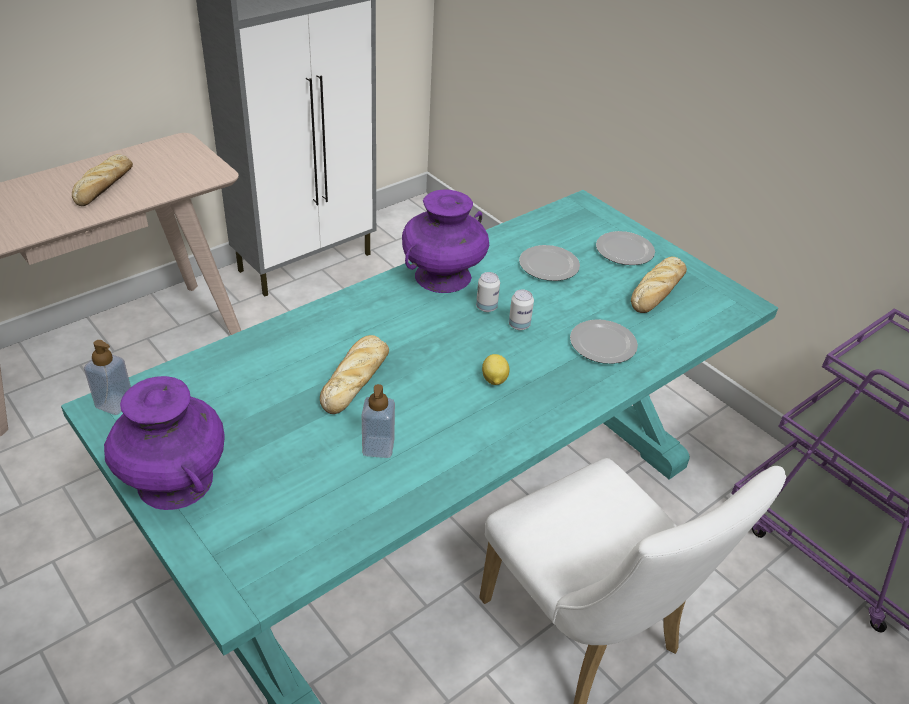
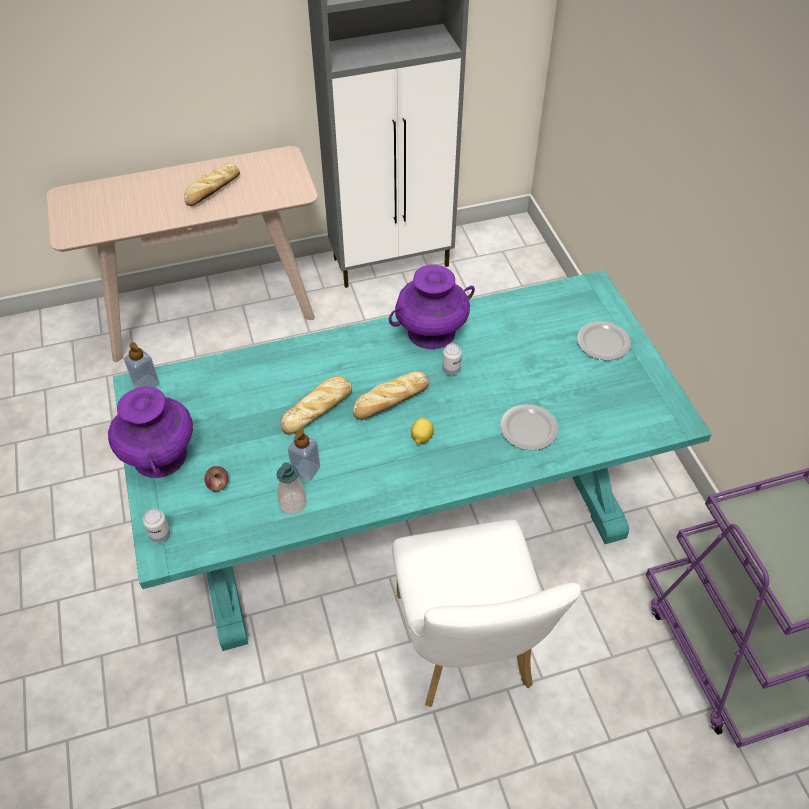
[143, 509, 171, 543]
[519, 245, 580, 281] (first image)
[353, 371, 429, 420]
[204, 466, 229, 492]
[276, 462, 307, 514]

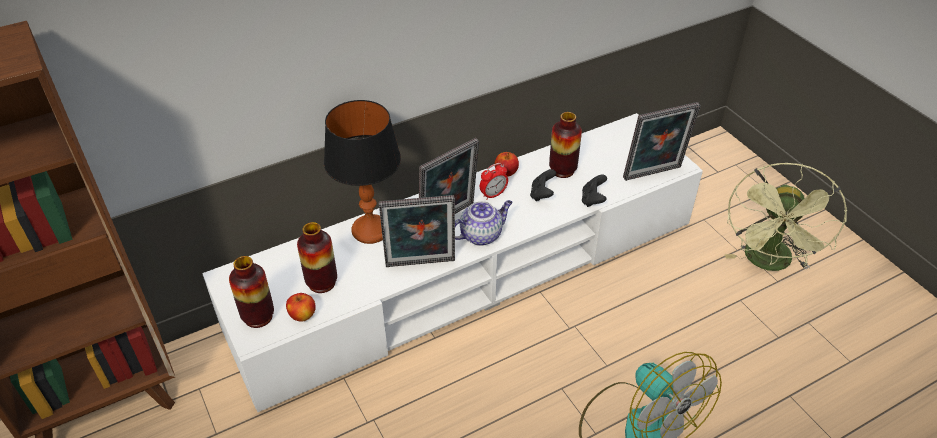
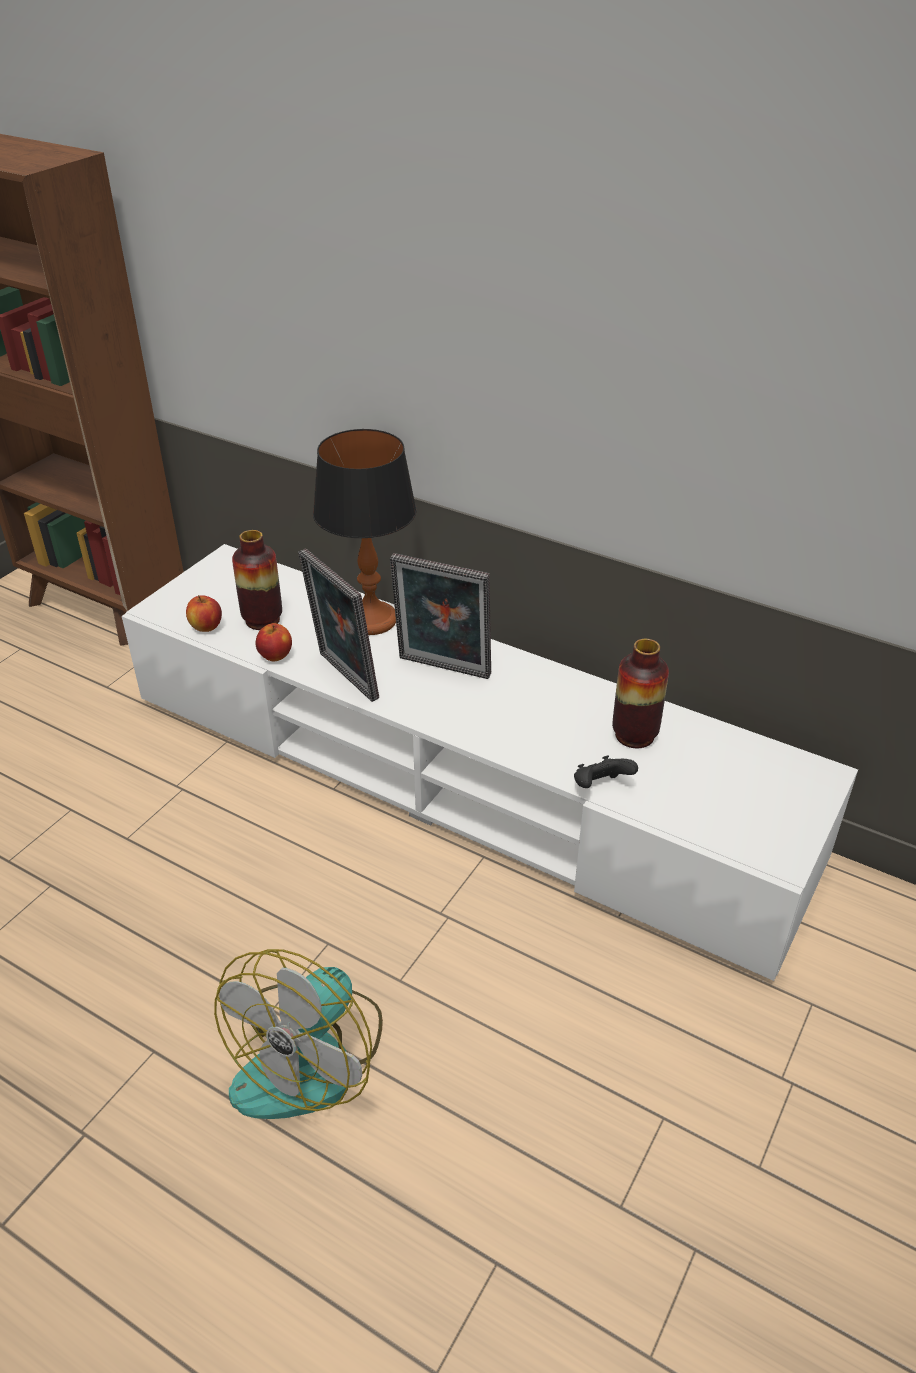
[229, 256, 274, 328] (first image)
[455, 200, 512, 246] (first image)
[480, 163, 508, 200] (first image)
[256, 623, 292, 661]
[530, 169, 556, 201] (first image)
[623, 102, 701, 181] (first image)
[724, 163, 847, 271] (first image)

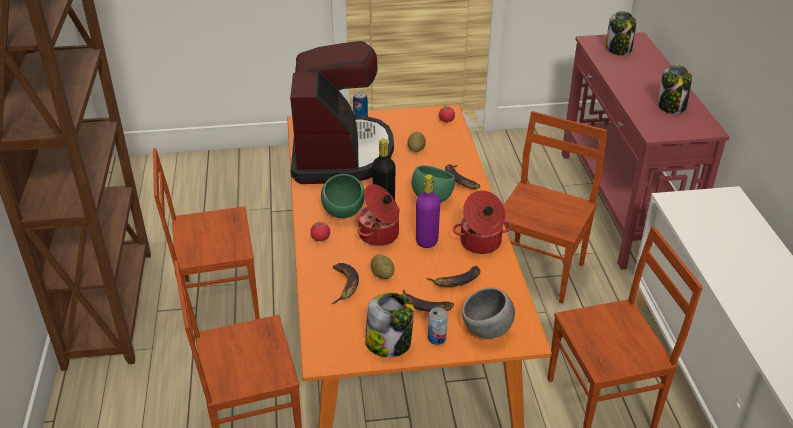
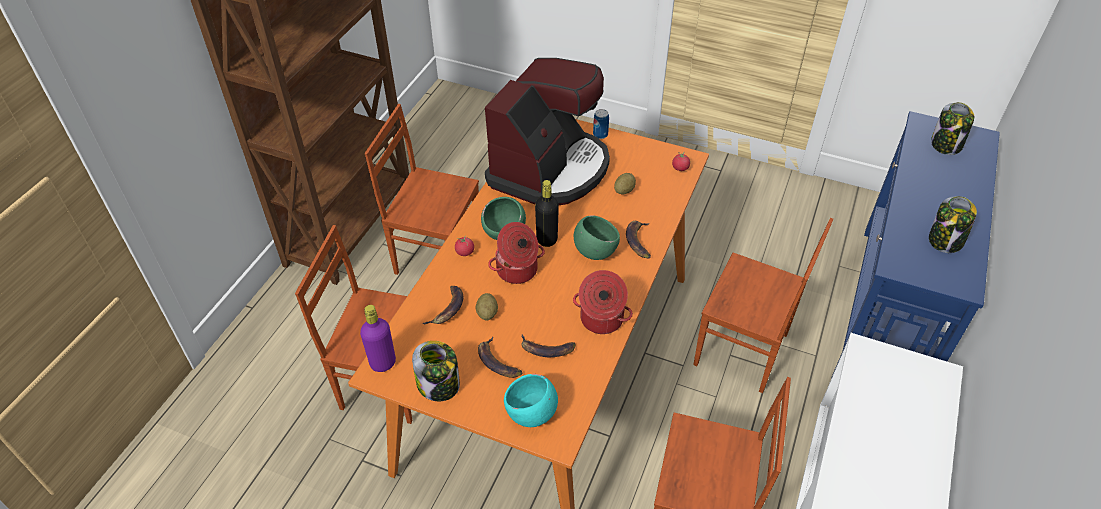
[360, 305, 396, 372]
[428, 307, 447, 345] (first image)
[504, 374, 558, 427]
[693, 218, 833, 393]
[831, 111, 1000, 378]

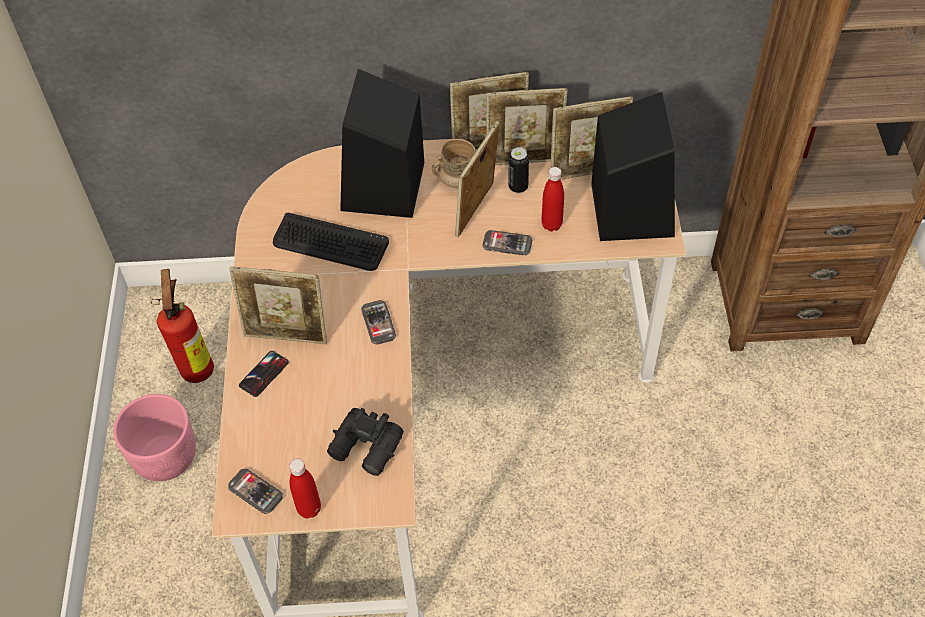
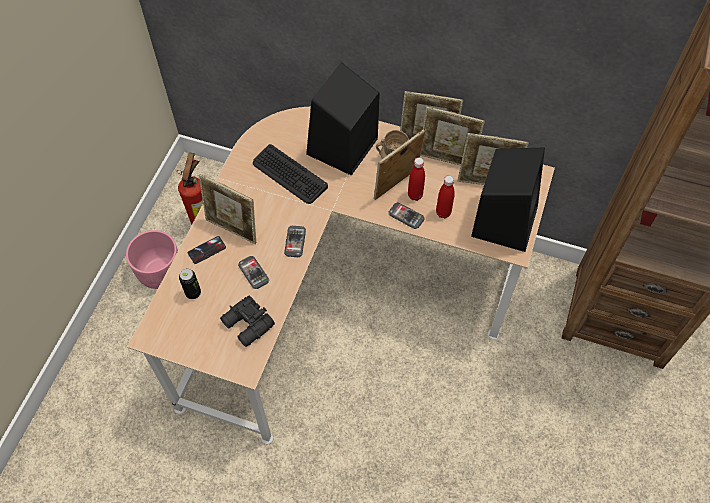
[238, 256, 269, 289]
[408, 157, 425, 201]
[179, 269, 201, 299]

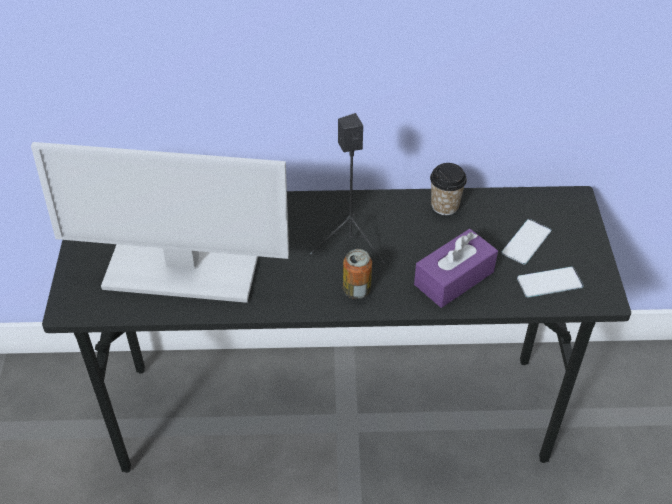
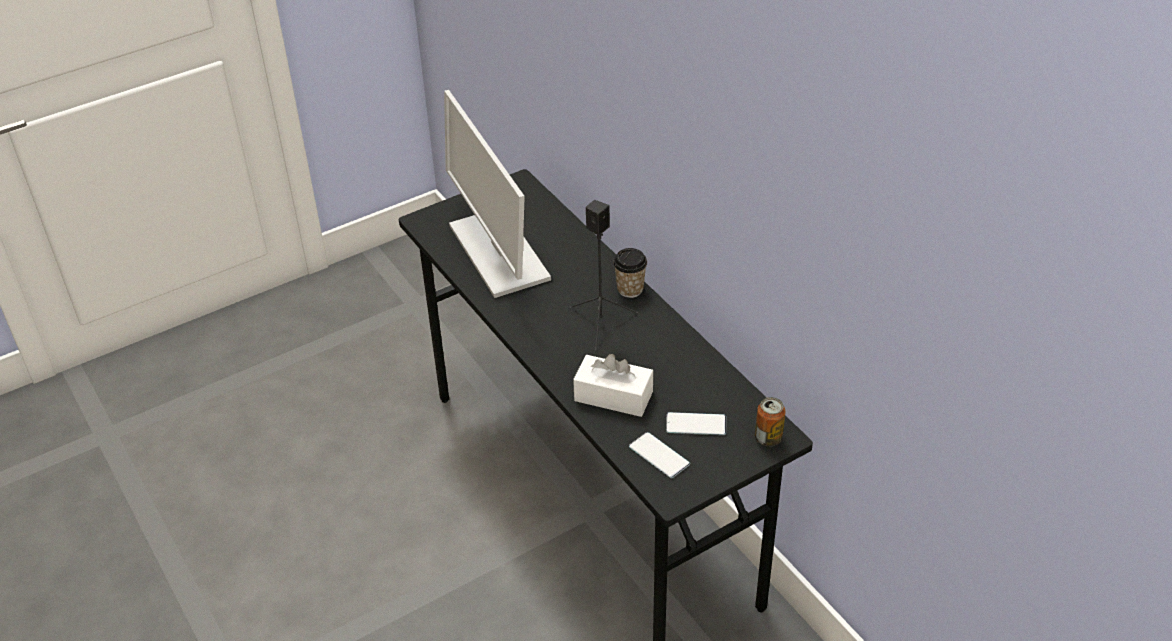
[755, 397, 786, 446]
[573, 354, 653, 417]
[613, 248, 647, 298]

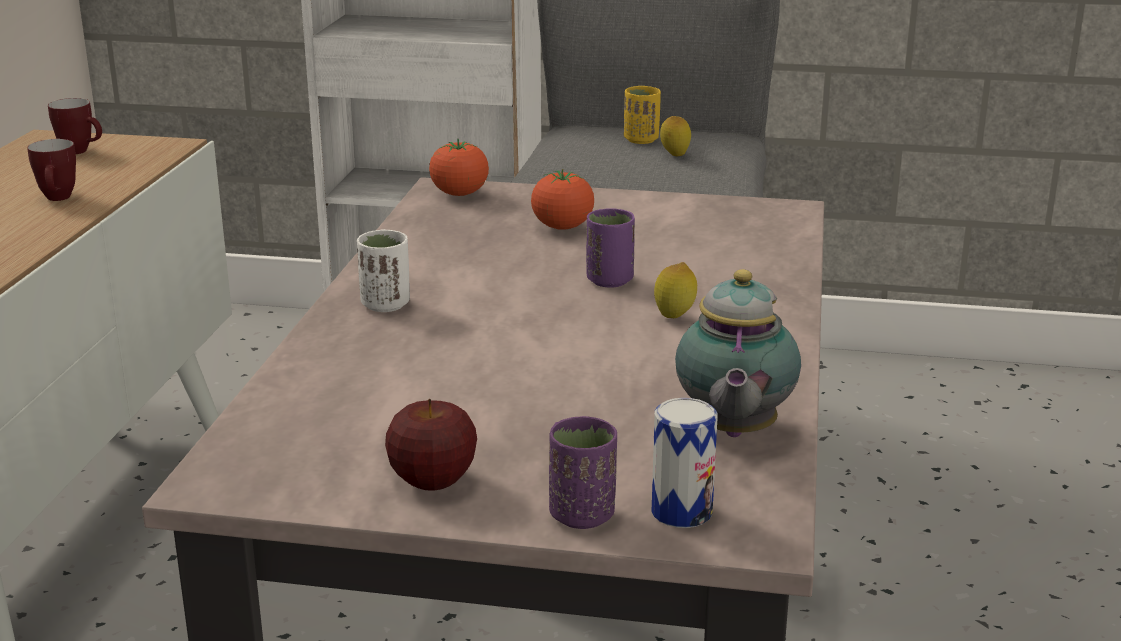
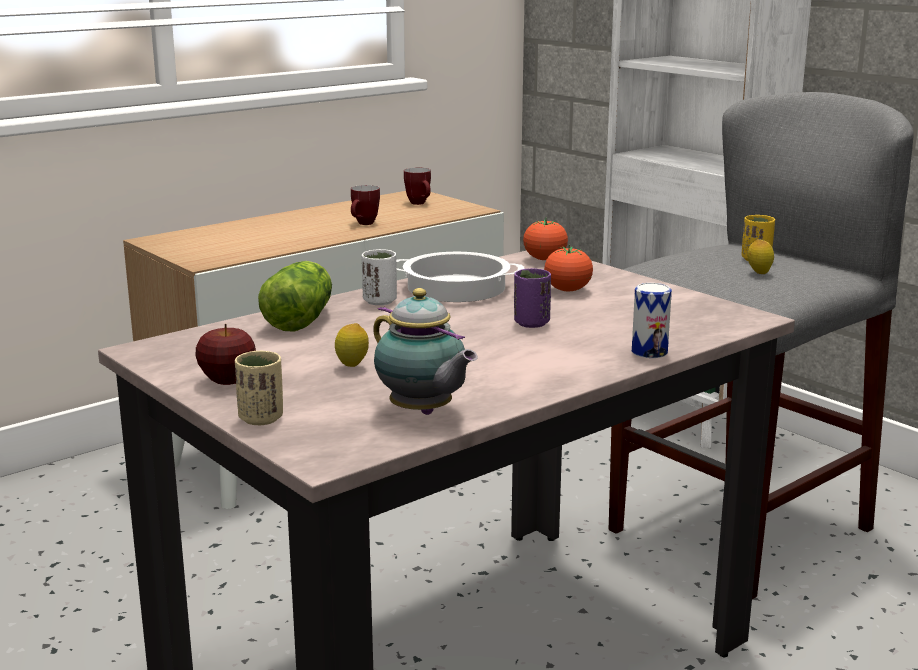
[235, 350, 283, 425]
[632, 283, 672, 358]
[335, 323, 369, 367]
[373, 288, 478, 415]
[258, 261, 332, 332]
[396, 252, 525, 302]

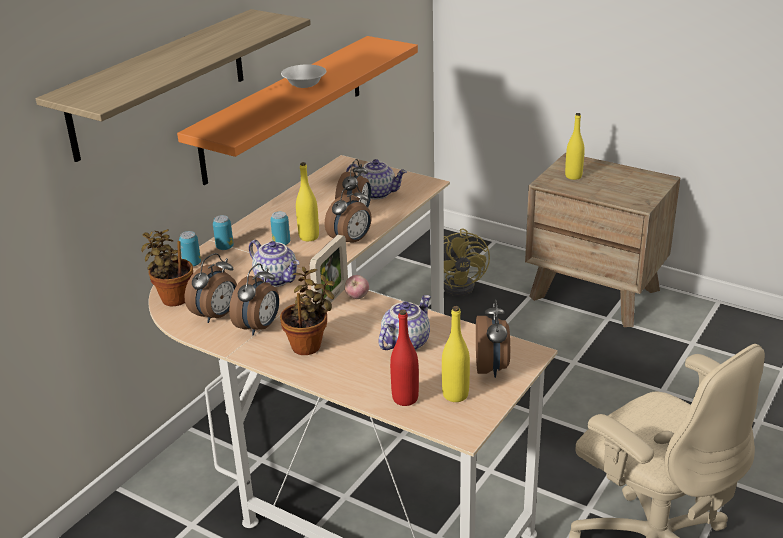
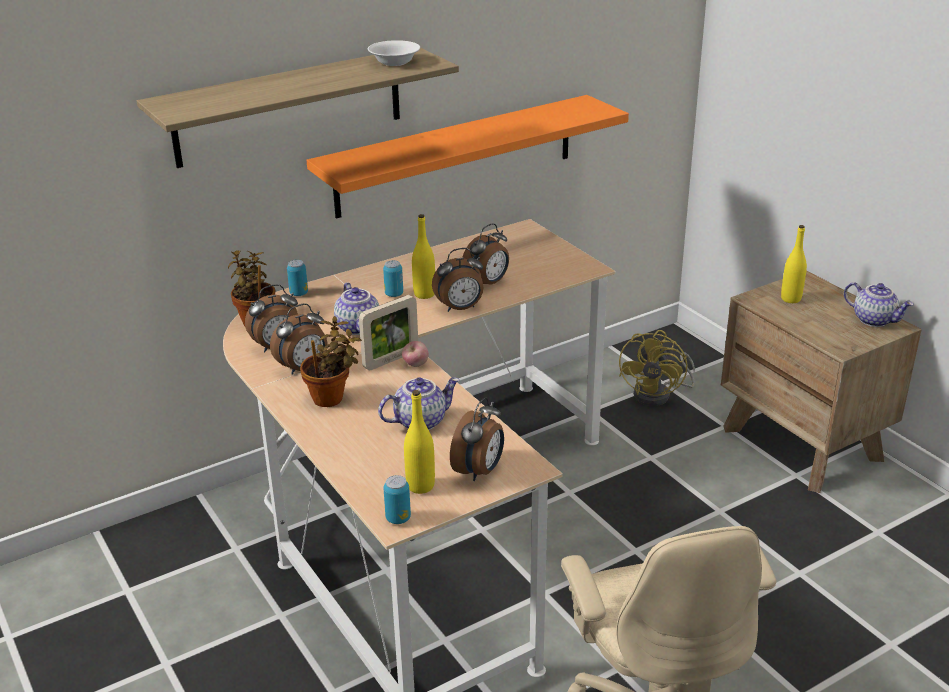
[383, 475, 411, 524]
[368, 40, 420, 66]
[844, 282, 914, 327]
[390, 310, 419, 406] (first image)

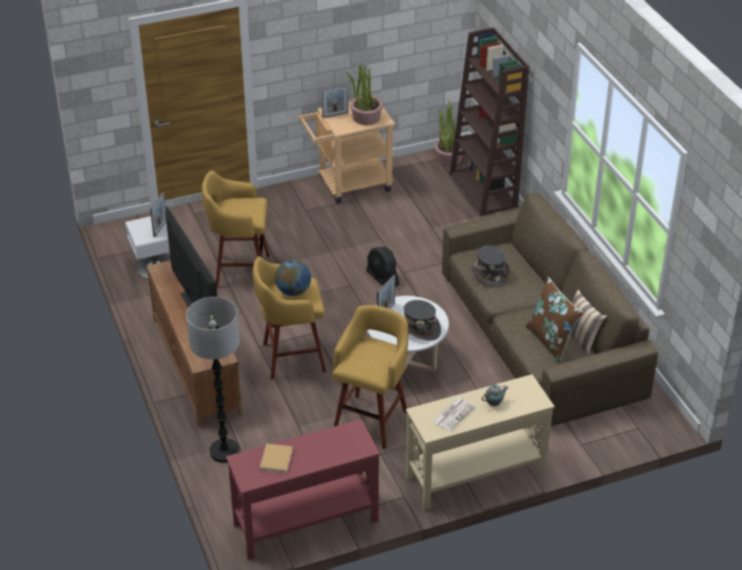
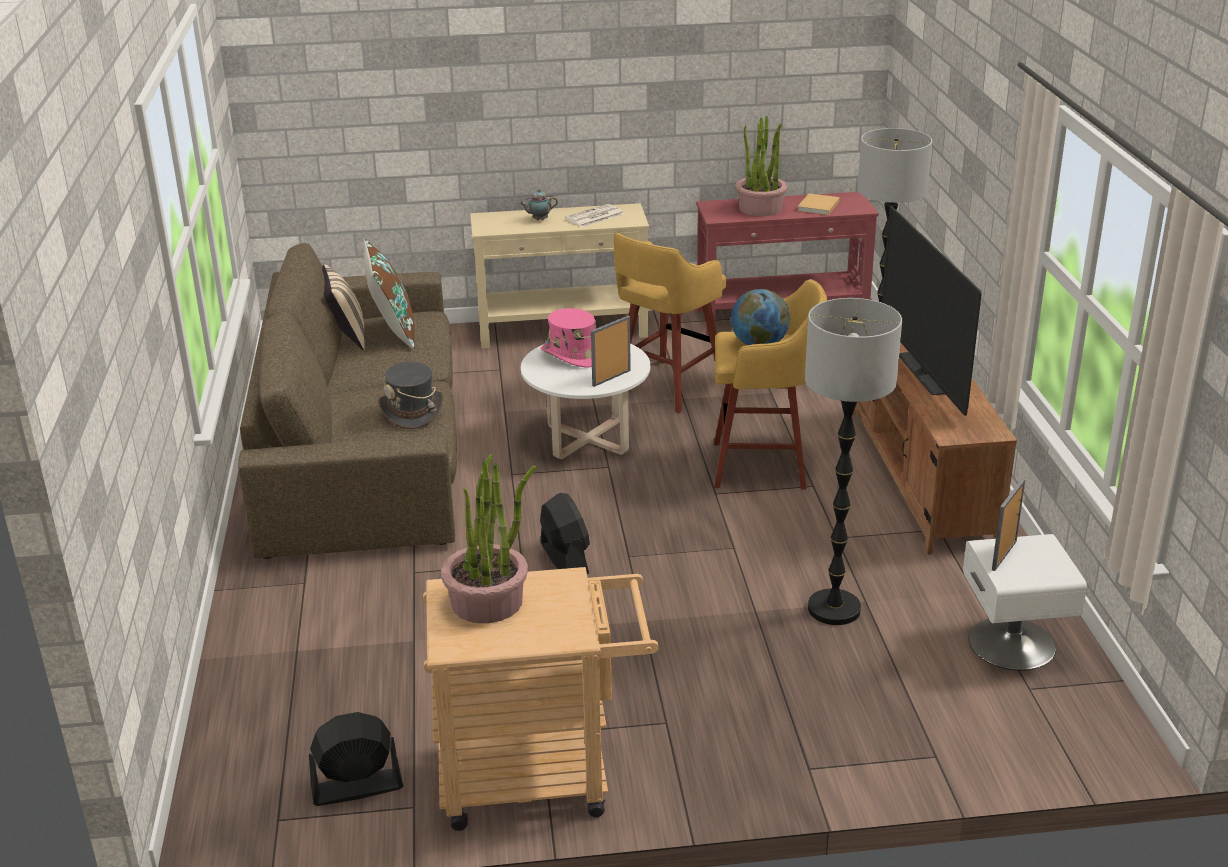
[805, 298, 902, 625]
[322, 84, 349, 118] (first image)
[540, 308, 596, 367]
[735, 116, 787, 216]
[450, 27, 529, 216] (first image)
[309, 712, 403, 806]

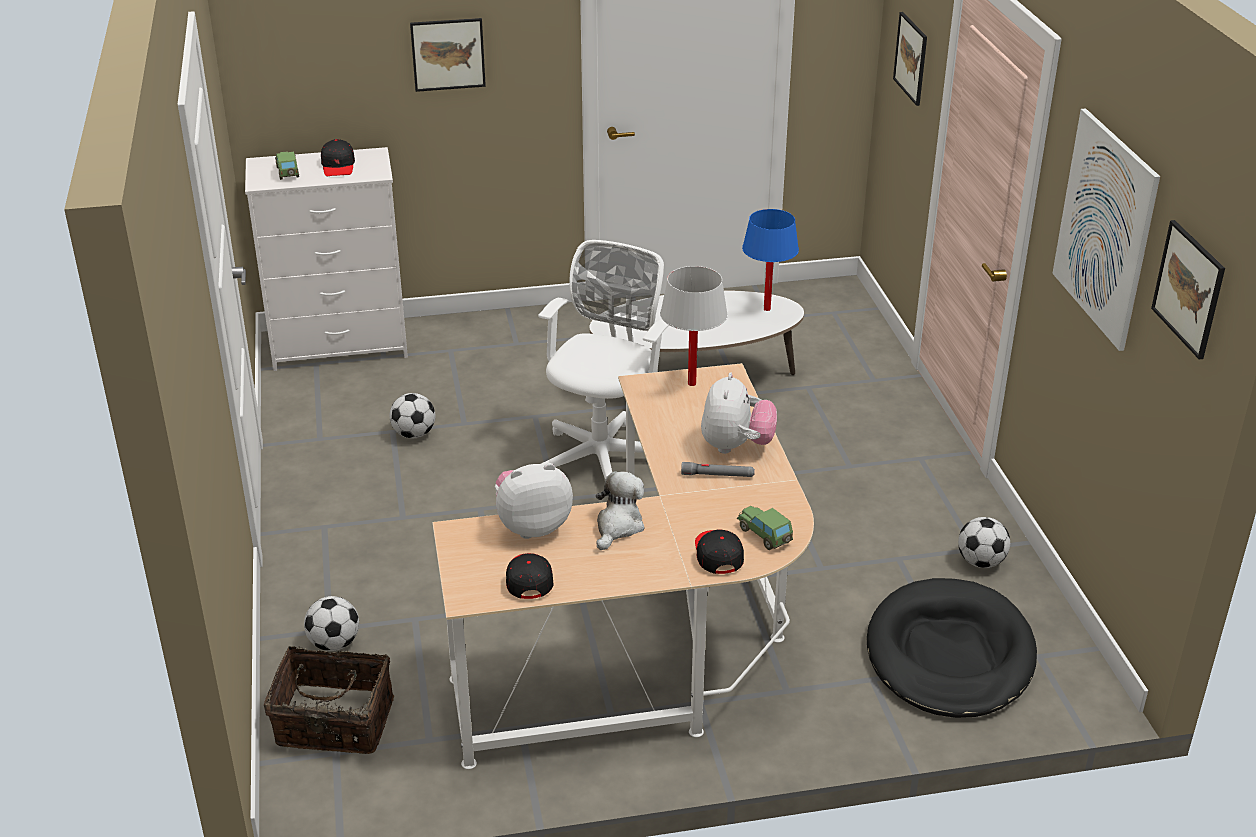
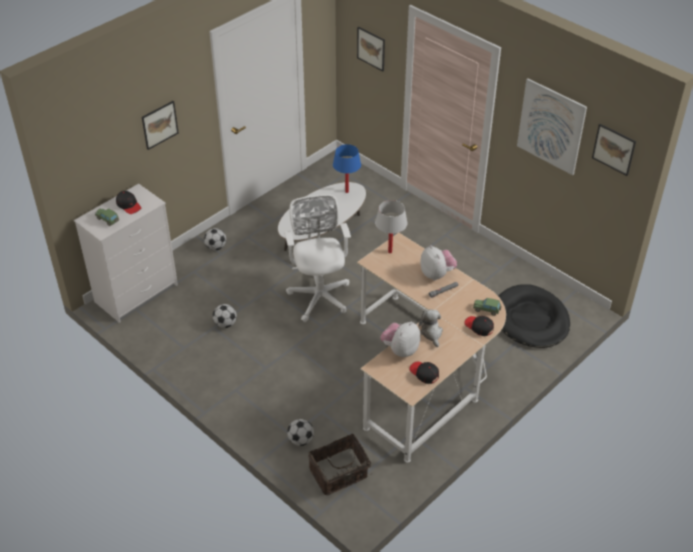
[204, 228, 226, 251]

